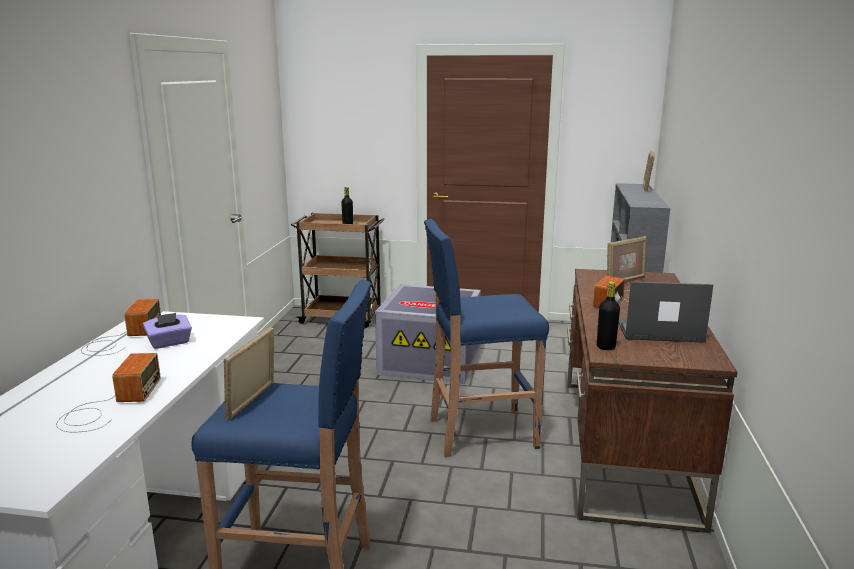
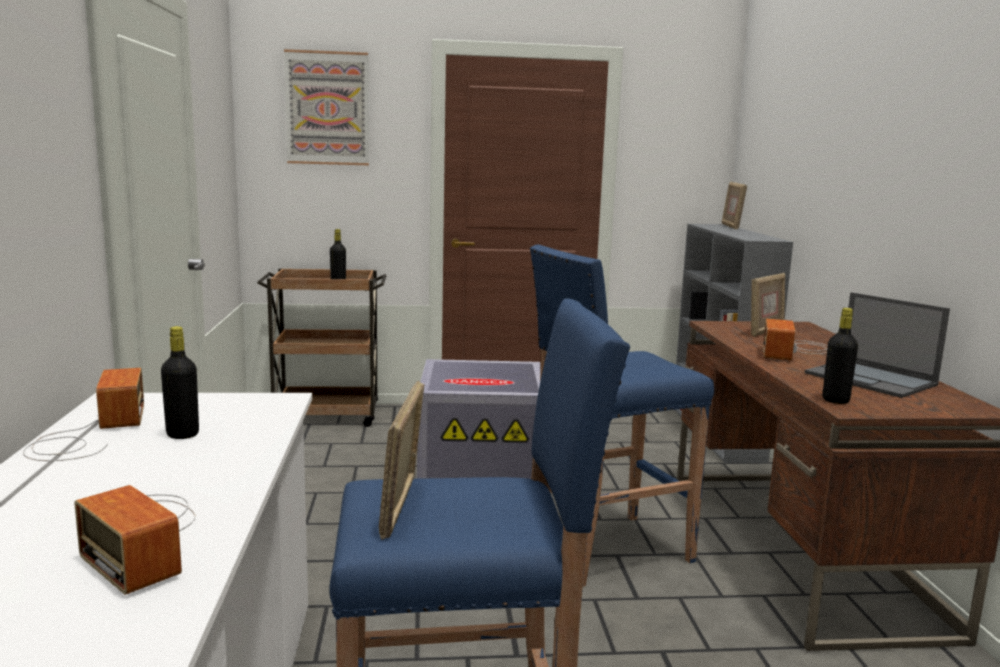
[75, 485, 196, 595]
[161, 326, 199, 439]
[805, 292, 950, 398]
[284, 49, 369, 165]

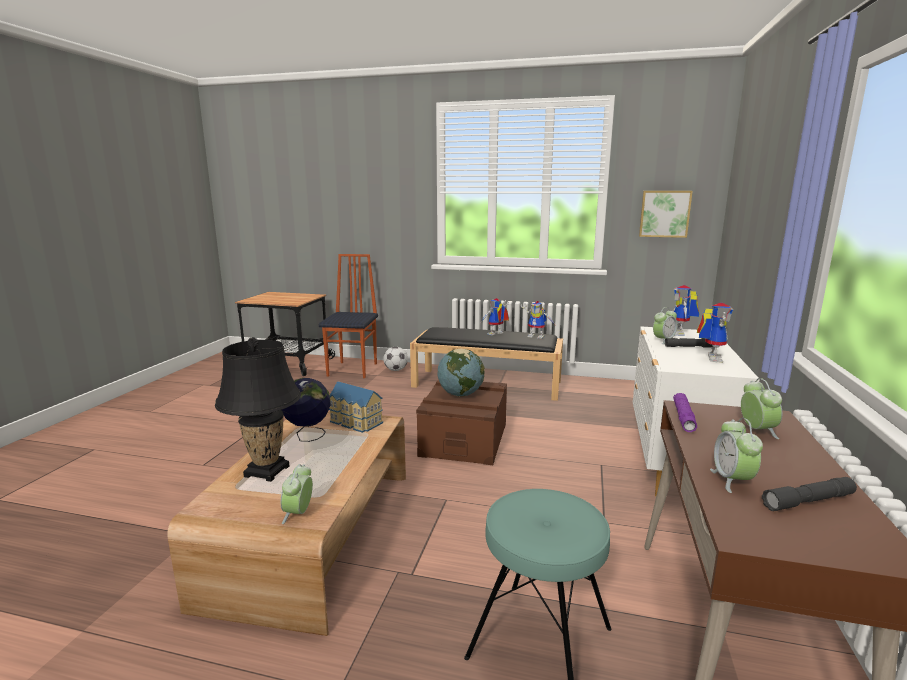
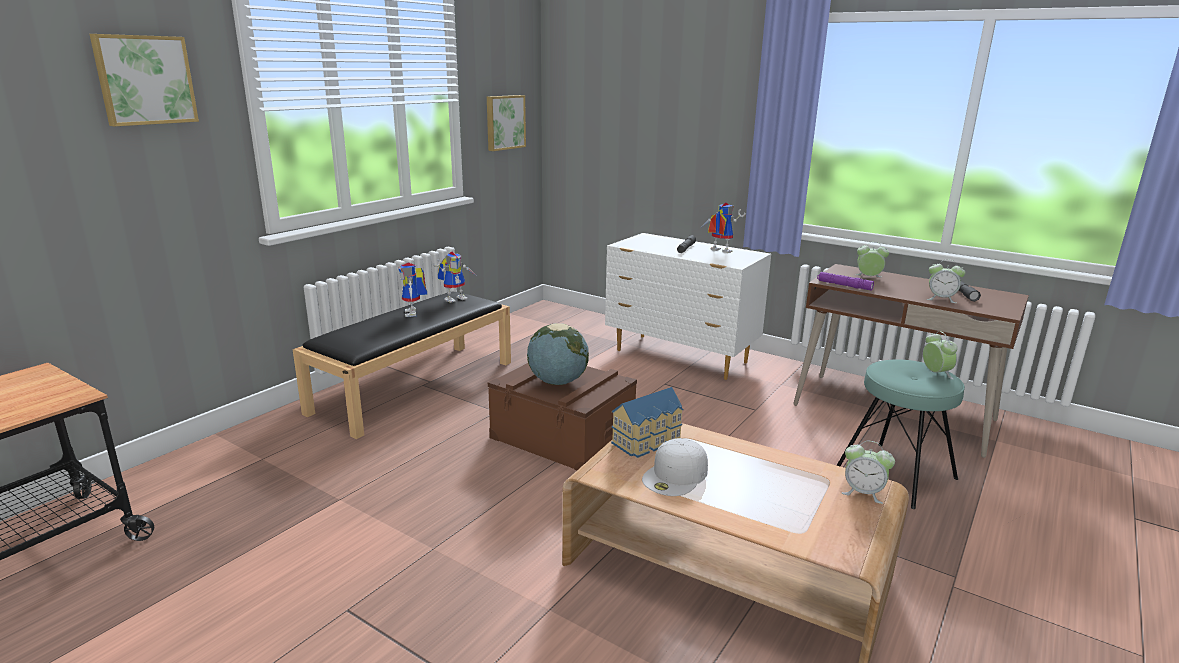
[215, 337, 301, 482] (first image)
[642, 438, 708, 496]
[319, 254, 378, 378] (first image)
[383, 347, 408, 371] (first image)
[923, 331, 957, 379]
[673, 285, 699, 336] (first image)
[90, 34, 199, 126]

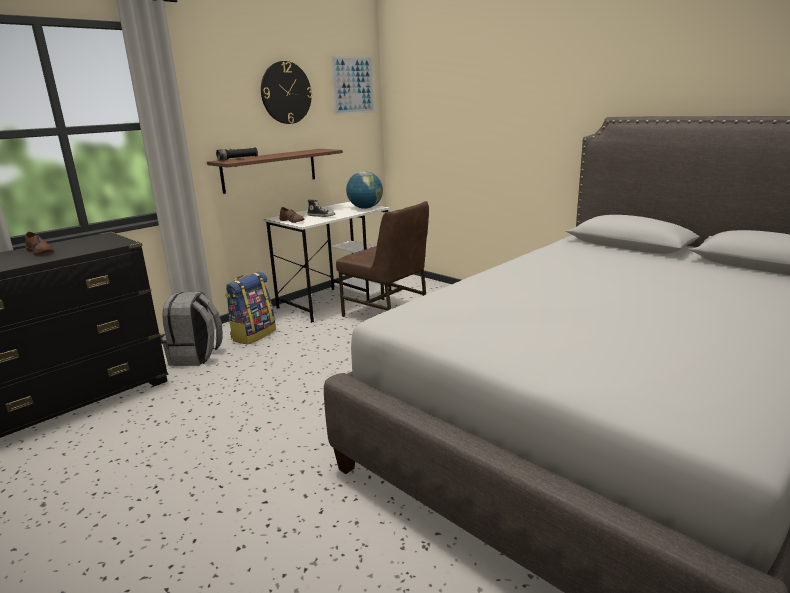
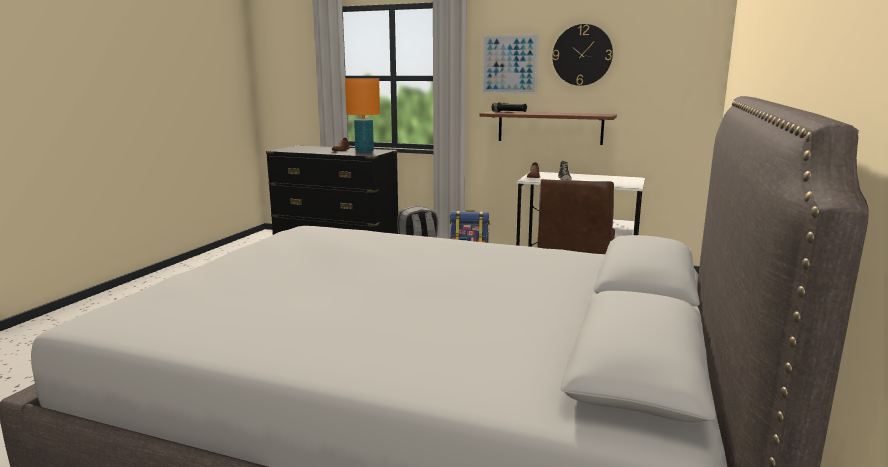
[482, 34, 539, 94]
[346, 171, 383, 209] (first image)
[345, 79, 380, 153]

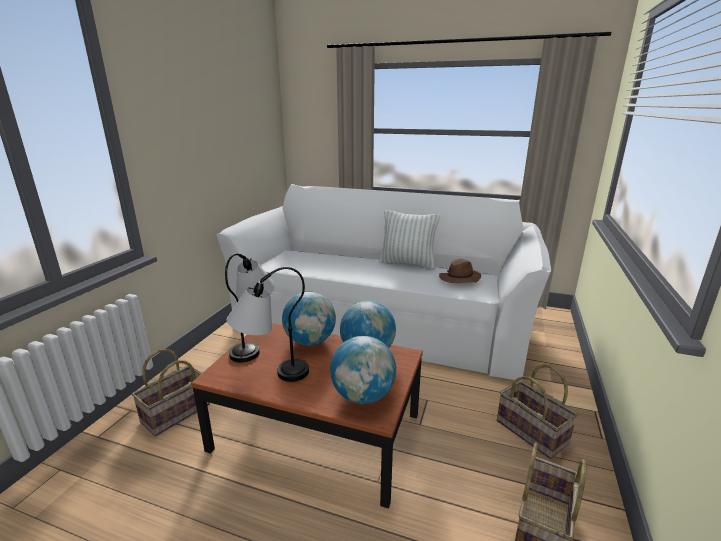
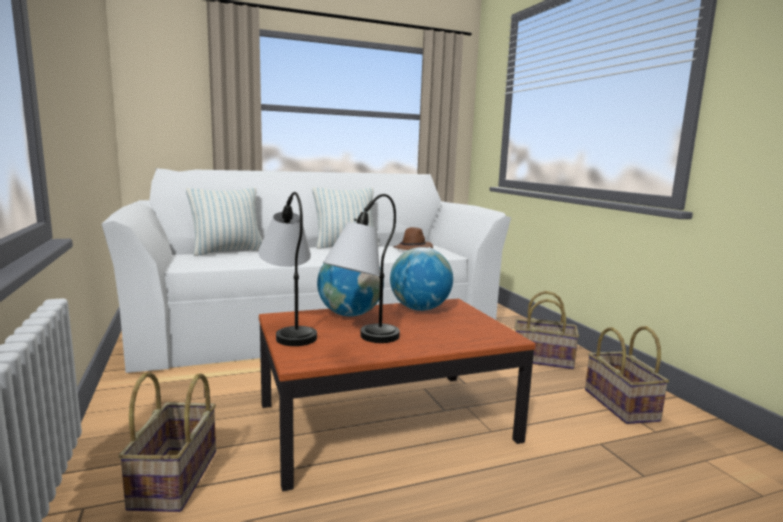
[330, 336, 396, 404] (first image)
[186, 187, 263, 256]

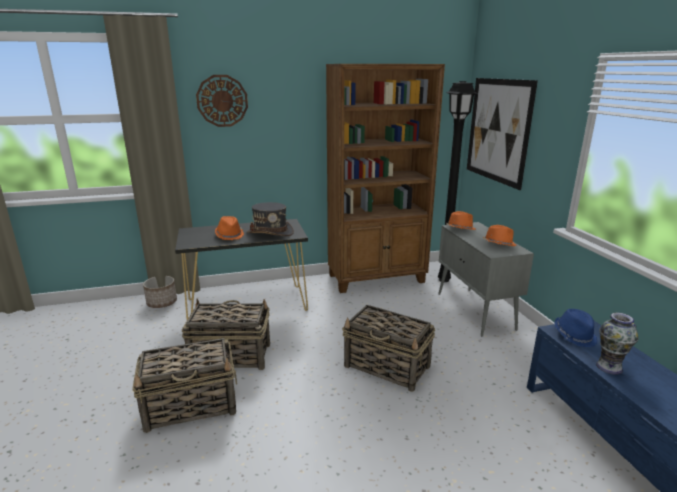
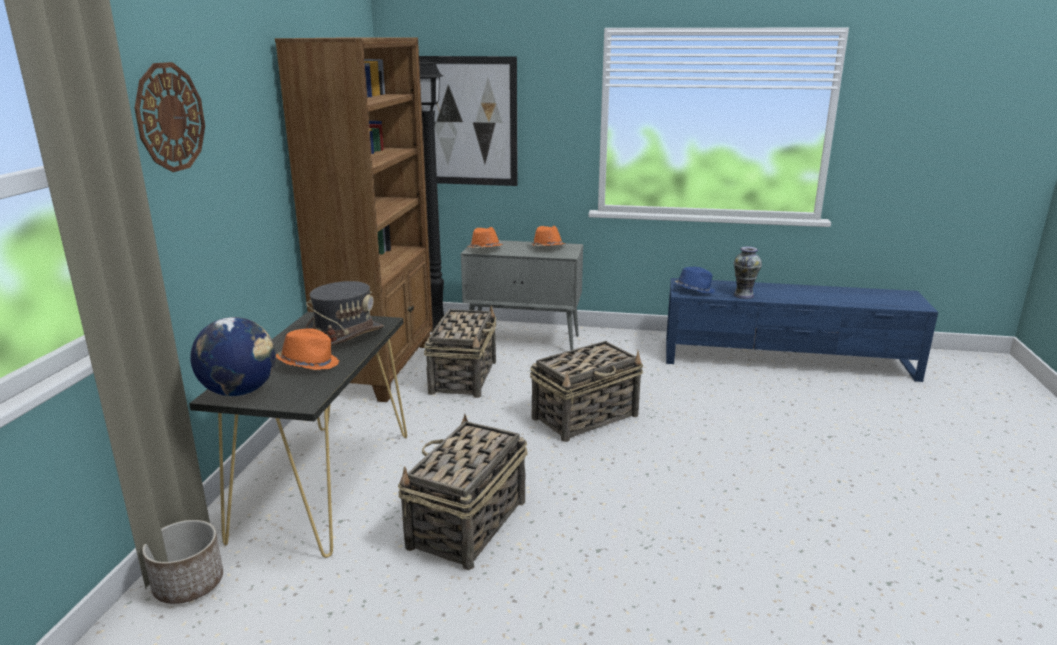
[424, 305, 497, 398]
[190, 317, 276, 396]

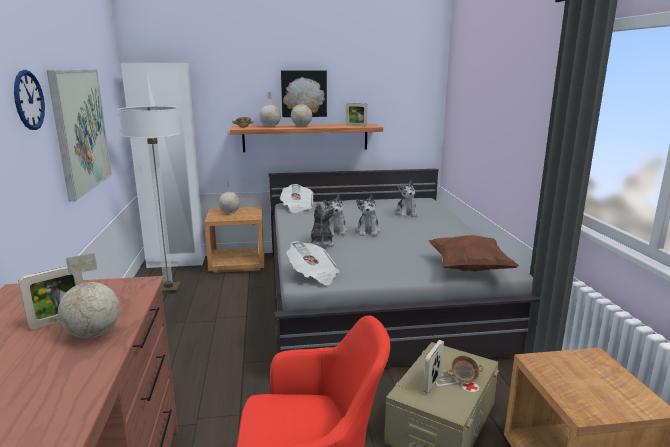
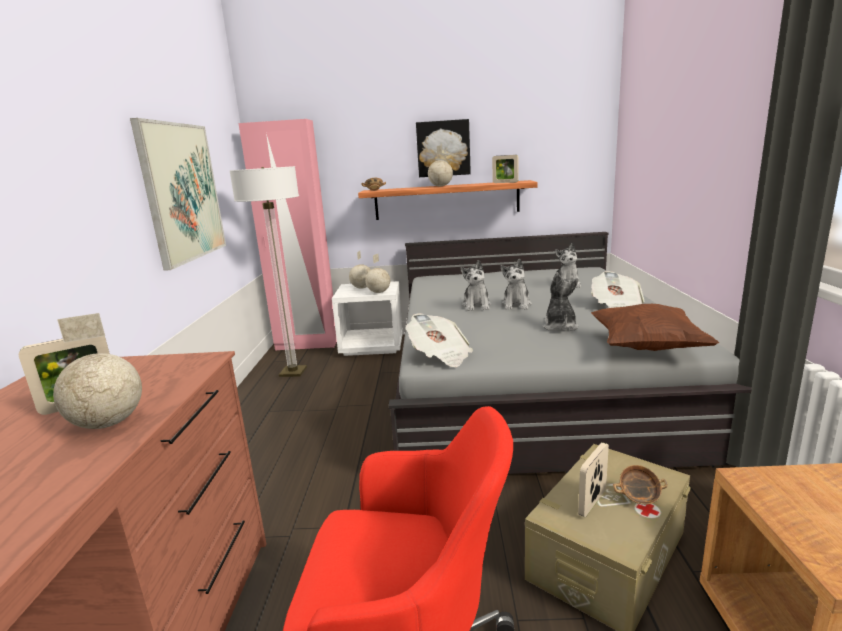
[14, 70, 45, 130] (first image)
[238, 119, 337, 351]
[332, 281, 403, 356]
[365, 254, 390, 293]
[591, 271, 644, 308]
[543, 272, 579, 331]

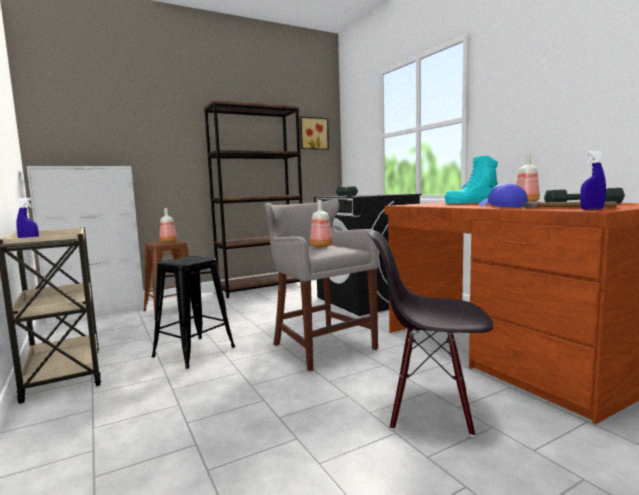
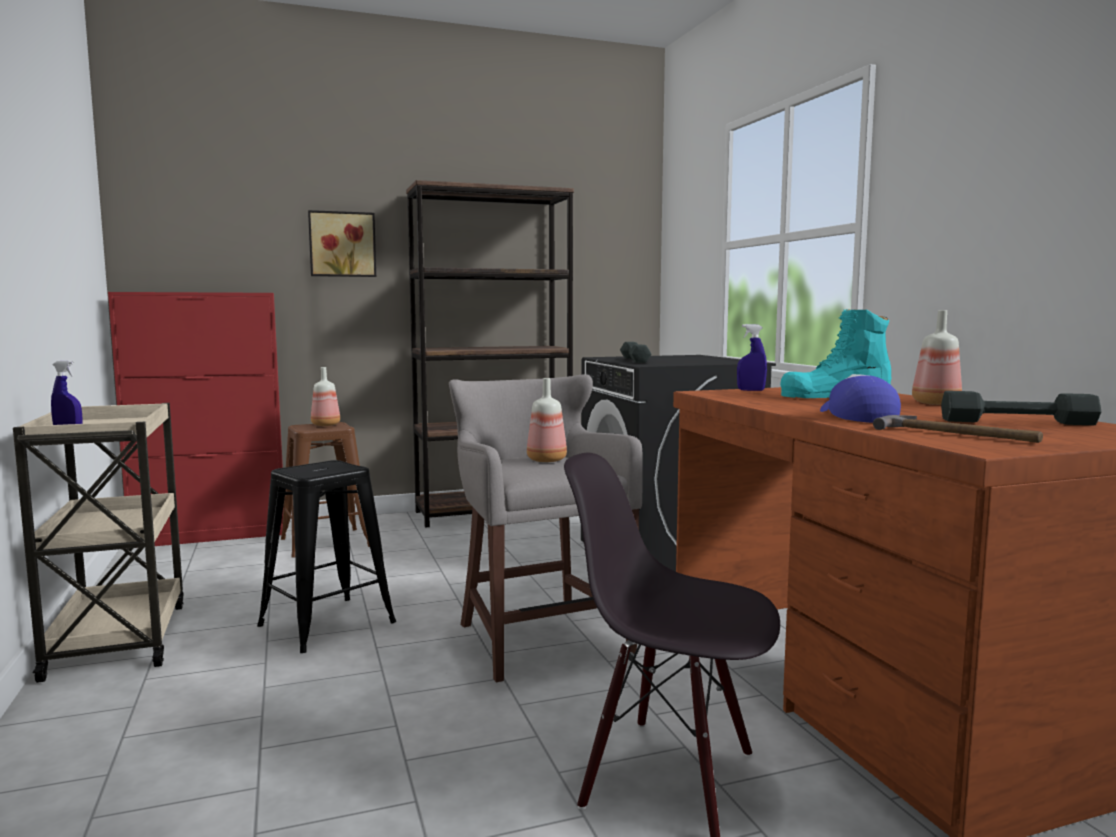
[108, 292, 284, 546]
[308, 210, 376, 277]
[737, 324, 767, 391]

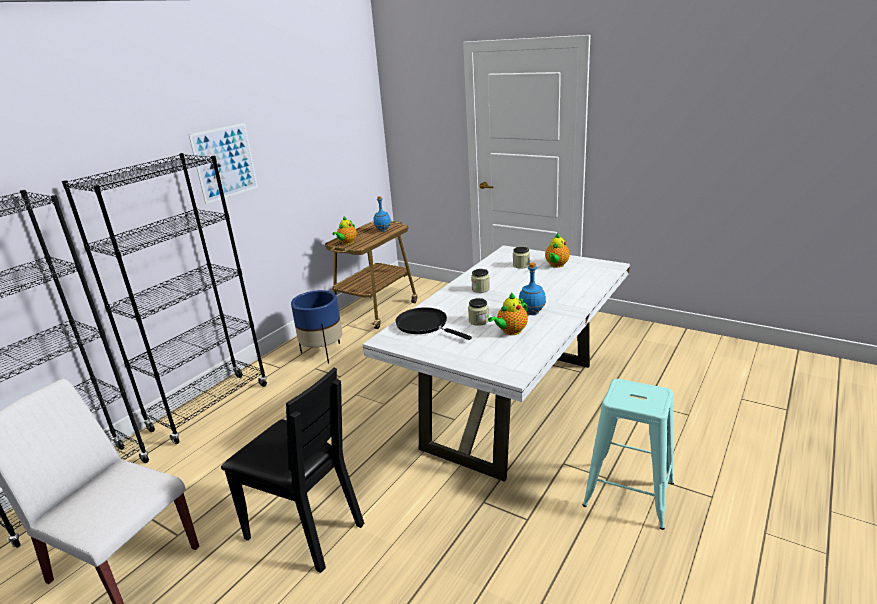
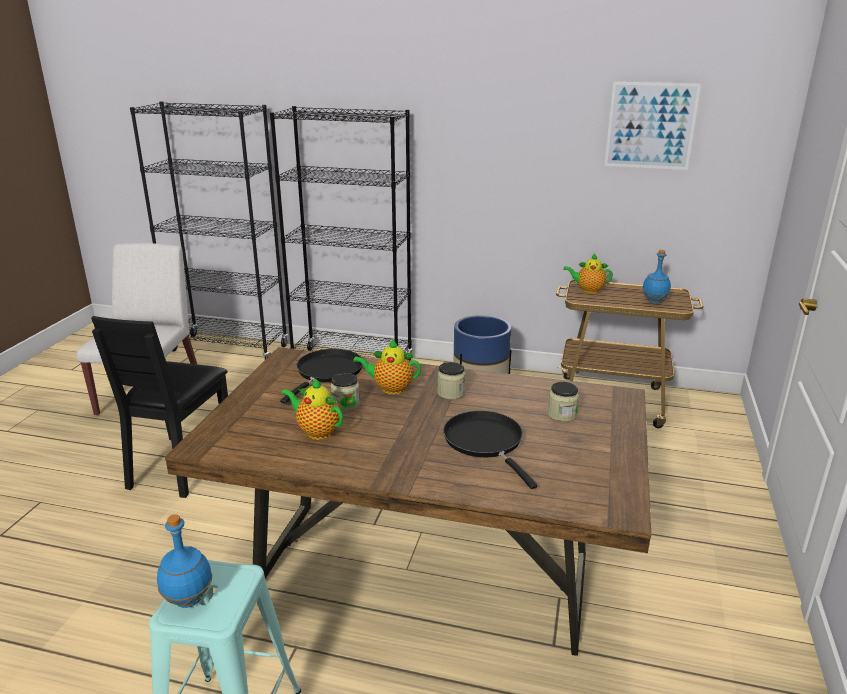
[604, 82, 701, 170]
[165, 347, 651, 656]
[157, 514, 212, 608]
[353, 338, 421, 395]
[443, 411, 538, 489]

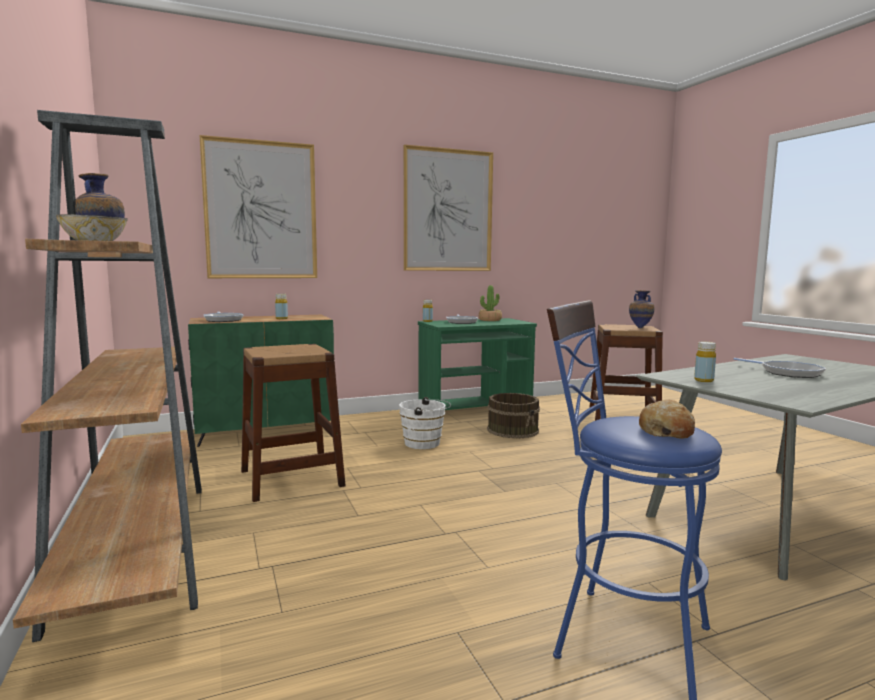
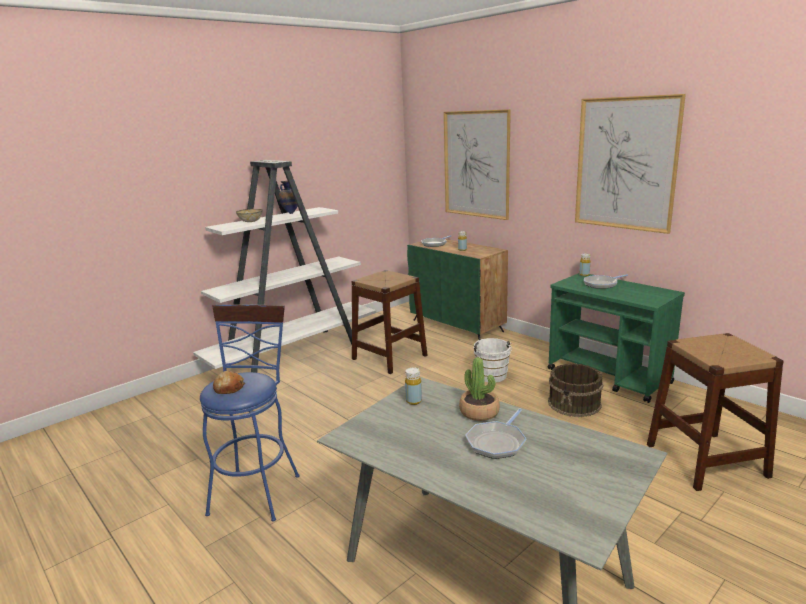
[193, 160, 376, 373]
[459, 357, 500, 421]
[629, 290, 654, 328] (first image)

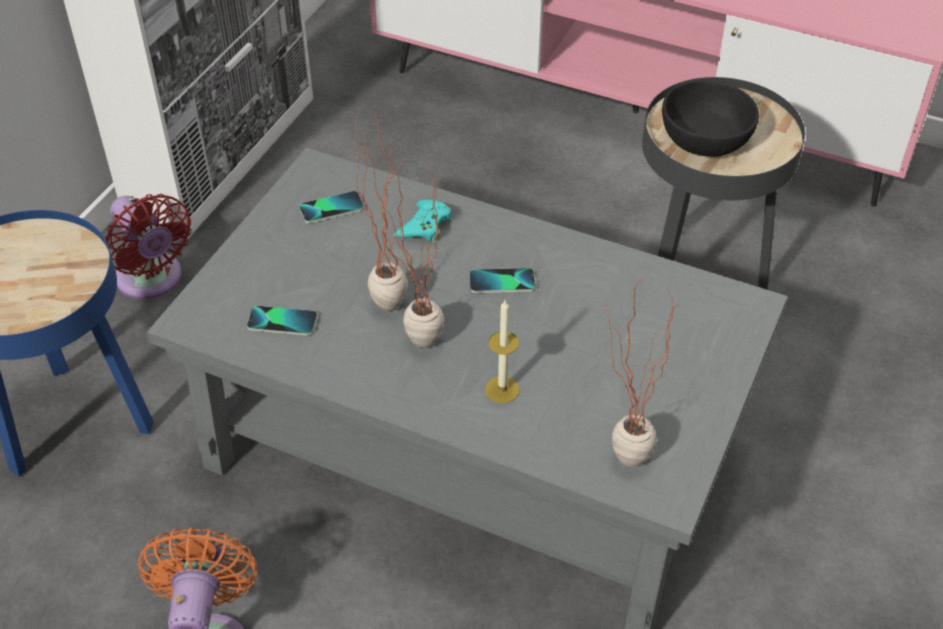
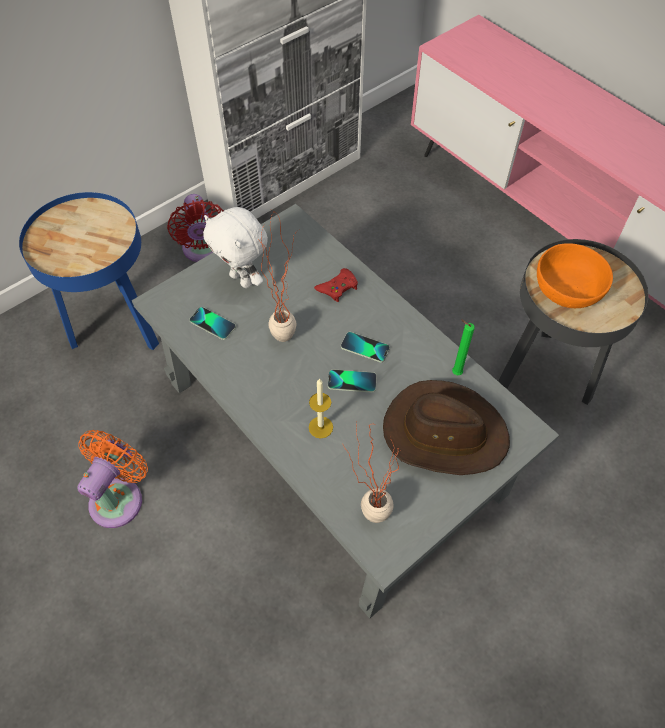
[328, 369, 377, 393]
[374, 159, 444, 348] (first image)
[314, 268, 358, 302]
[537, 243, 613, 308]
[203, 207, 268, 288]
[383, 380, 510, 475]
[452, 319, 475, 375]

